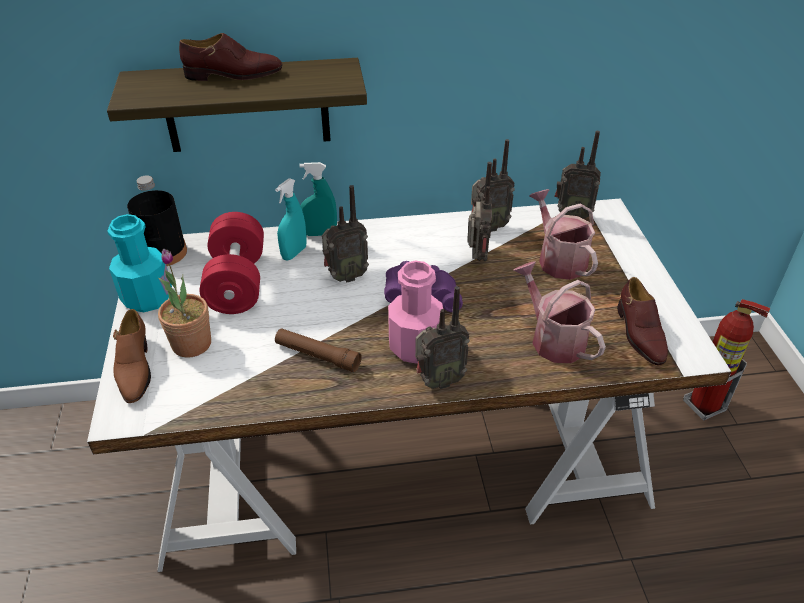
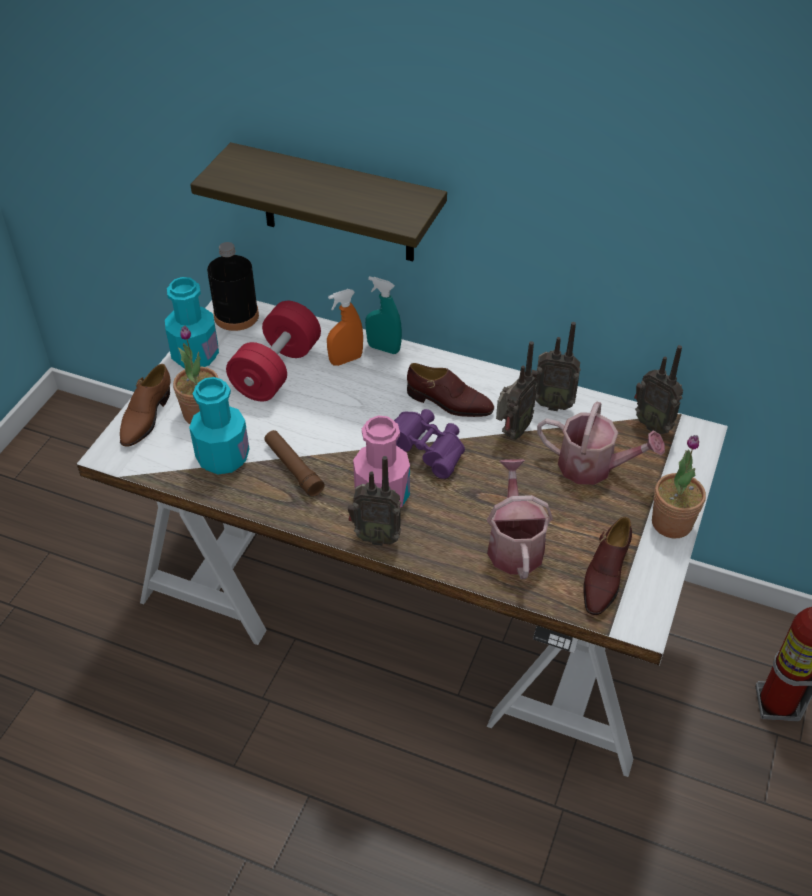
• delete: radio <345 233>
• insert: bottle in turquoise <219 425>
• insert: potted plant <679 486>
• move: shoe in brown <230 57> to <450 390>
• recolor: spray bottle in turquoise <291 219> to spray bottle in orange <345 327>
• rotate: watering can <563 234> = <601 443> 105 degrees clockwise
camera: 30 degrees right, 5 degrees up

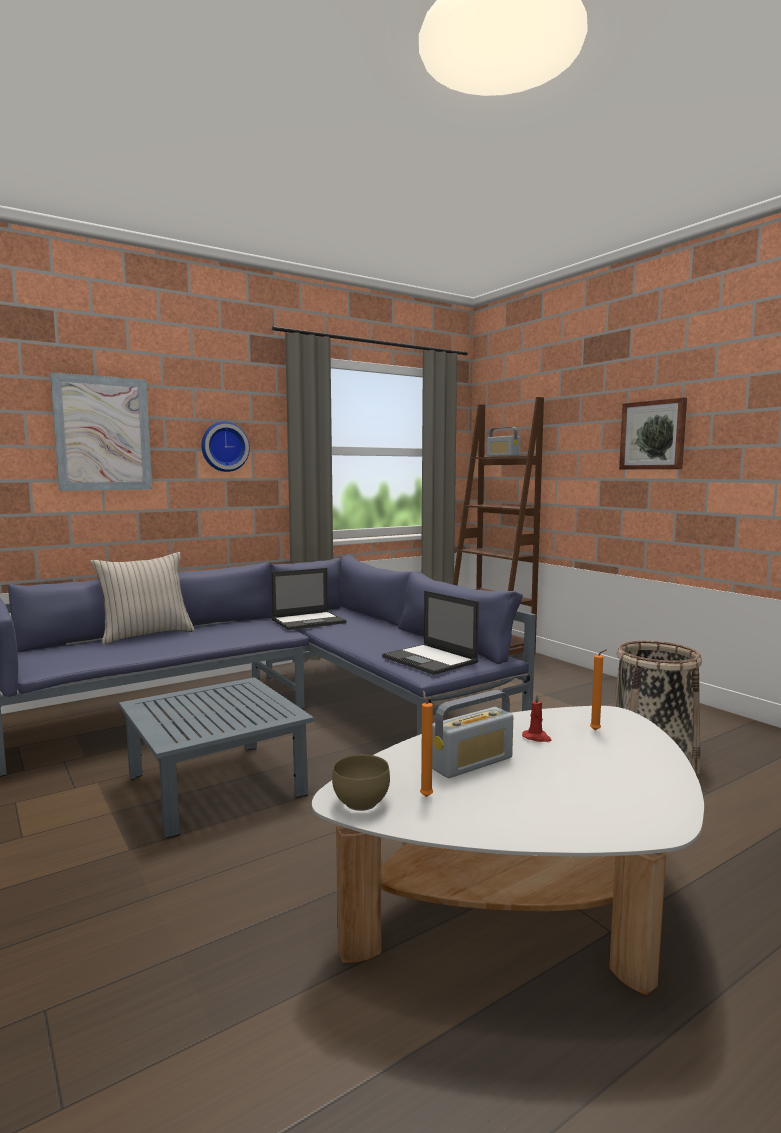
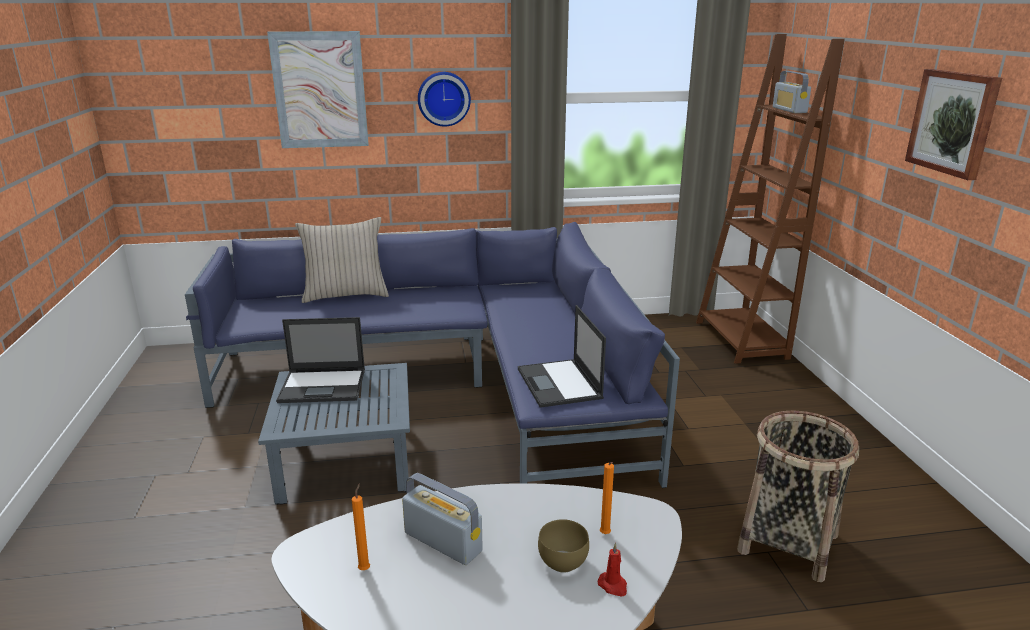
• move: laptop <309 599> to <320 360>
• move: bowl in brown <361 782> to <563 545>
• move: candle in red <536 717> to <612 569>
• rotate: radio <472 734> = <442 519> 135 degrees counterclockwise
camera: 25 degrees right, 15 degrees up

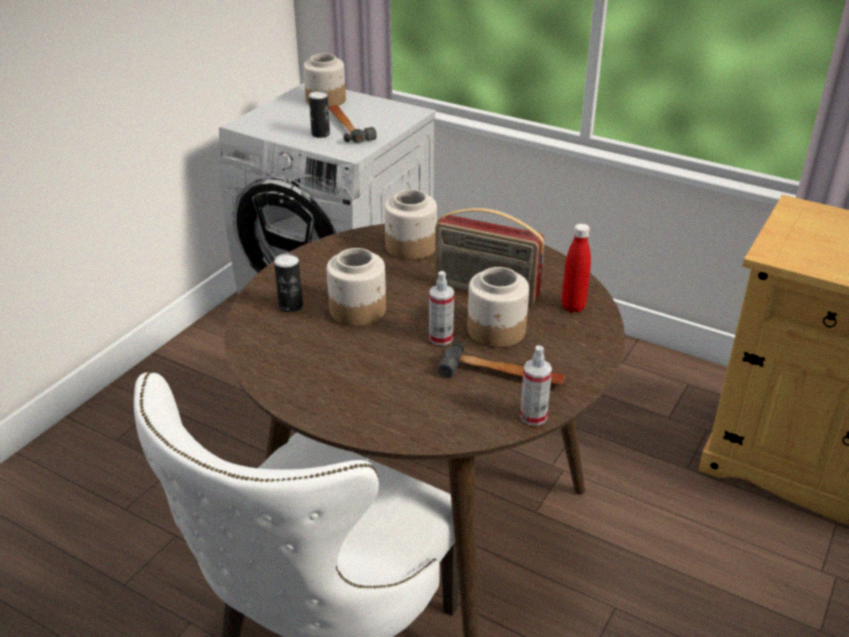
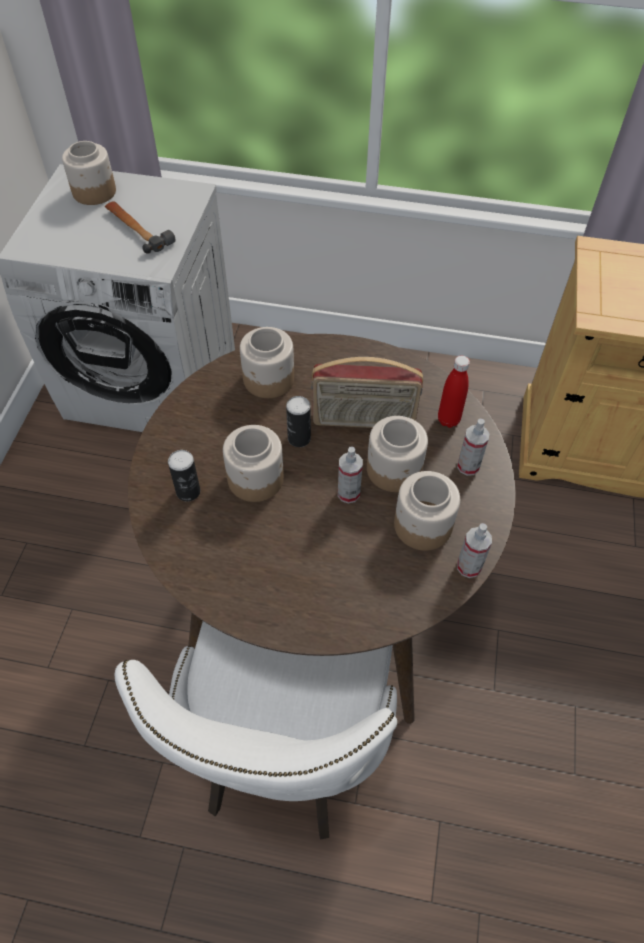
• insert: spray bottle <473 447>
• move: can <319 114> to <298 421>
• replace: hammer <501 364> to jar <427 511>
camera: 20 degrees left, 20 degrees up

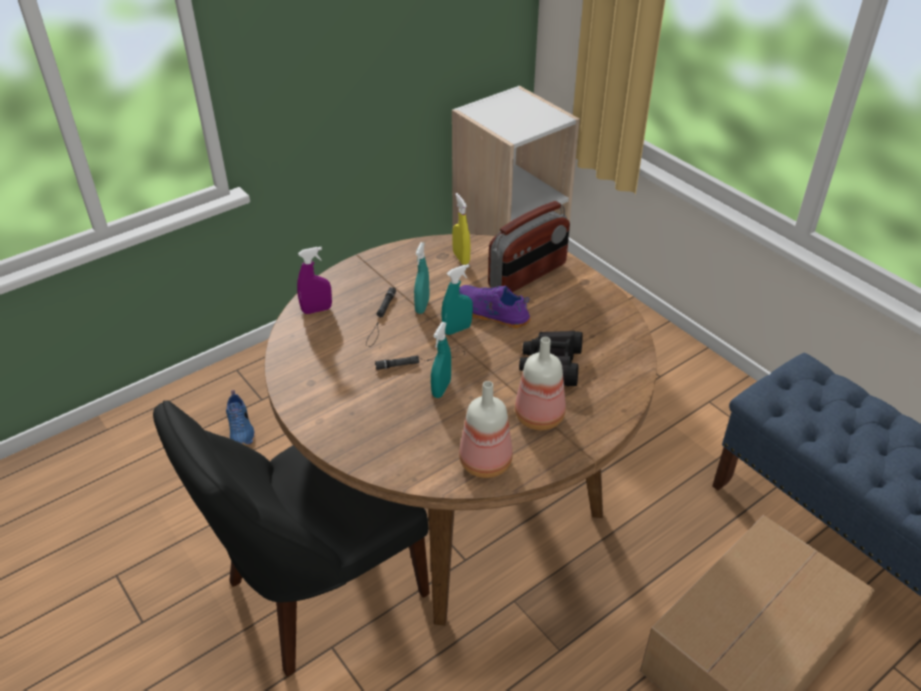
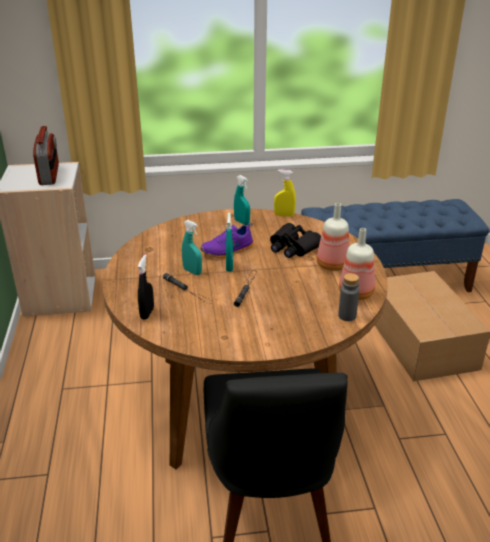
• delete: shoe in blue <240 418>
• insert: bottle in grey <348 297>
• move: spray bottle in turquoise <441 360> to <242 200>
• move: spray bottle in yellow <461 229> to <285 192>
• move: radio <529 246> to <46 155>
• recolor: spray bottle in purple <314 280> to spray bottle in black <146 287>
camera: 60 degrees left, 10 degrees down

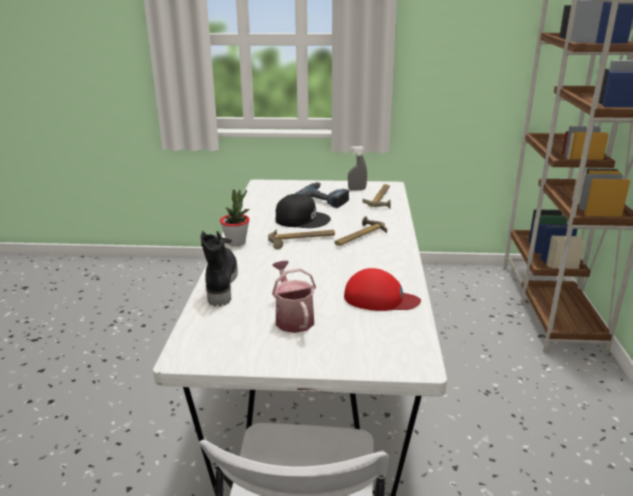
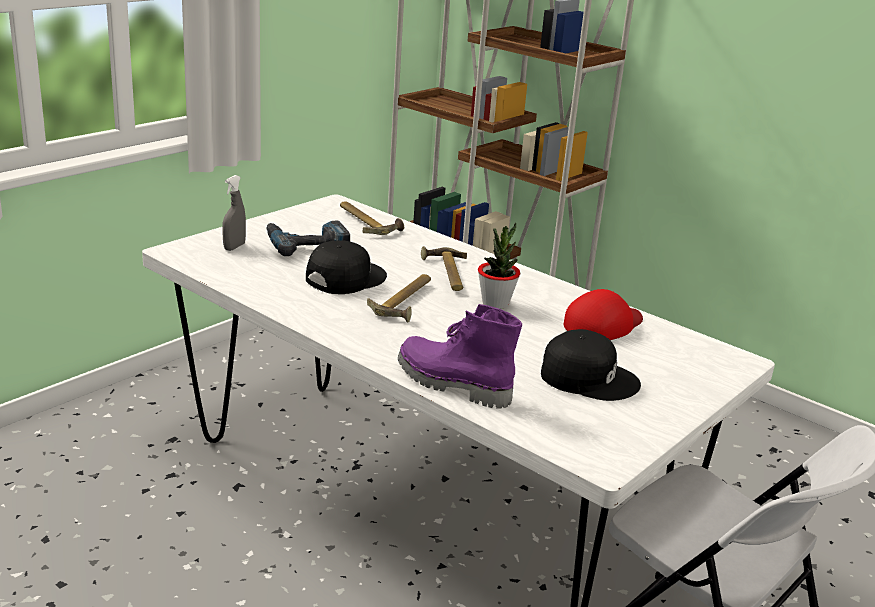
• move: potted plant <235 217> to <499 266>
• move: spray bottle in grey <357 168> to <234 213>
• replace: watering can <294 297> to cap in black <591 365>
• recolor: boot in black <219 268> to boot in purple <460 356>
camera: 55 degrees left, 0 degrees up

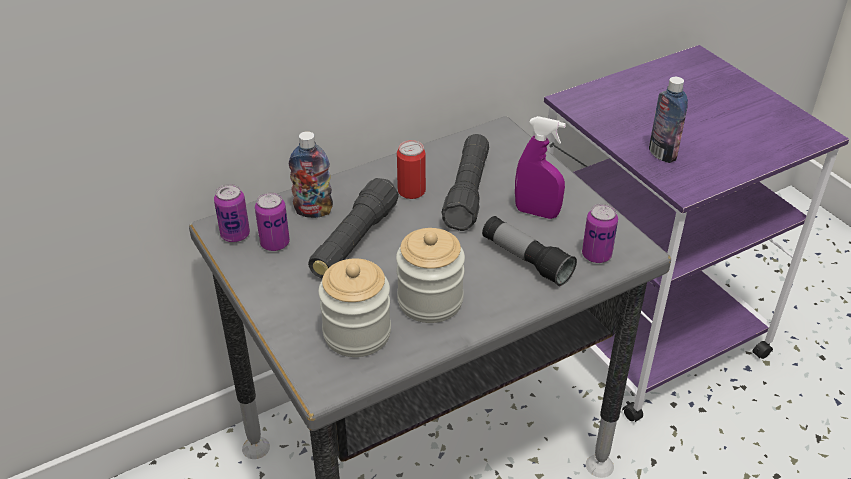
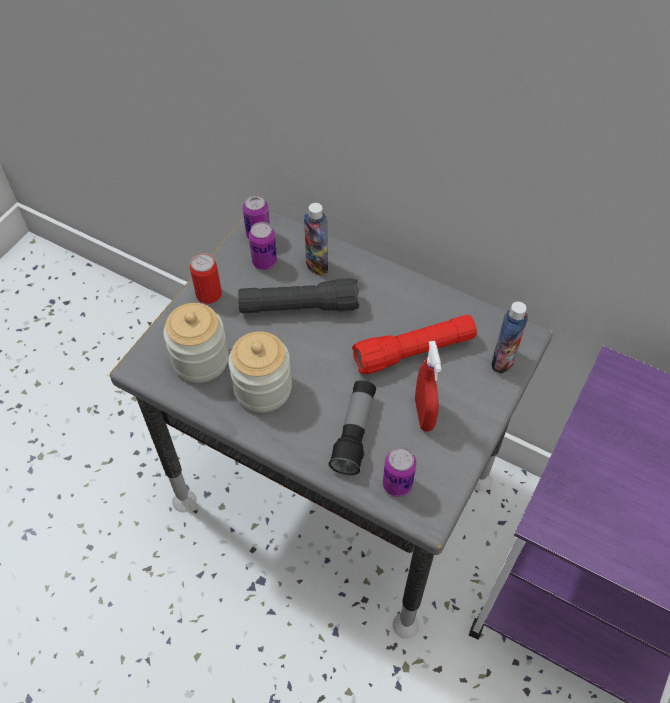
• move: can <411 169> to <205 278>
• move: bottle <668 120> to <510 338>
• recolor: flashlight in black <465 182> to flashlight in red <414 344>
• recolor: spray bottle in purple <540 167> to spray bottle in red <428 386>
camera: 60 degrees right, 15 degrees up

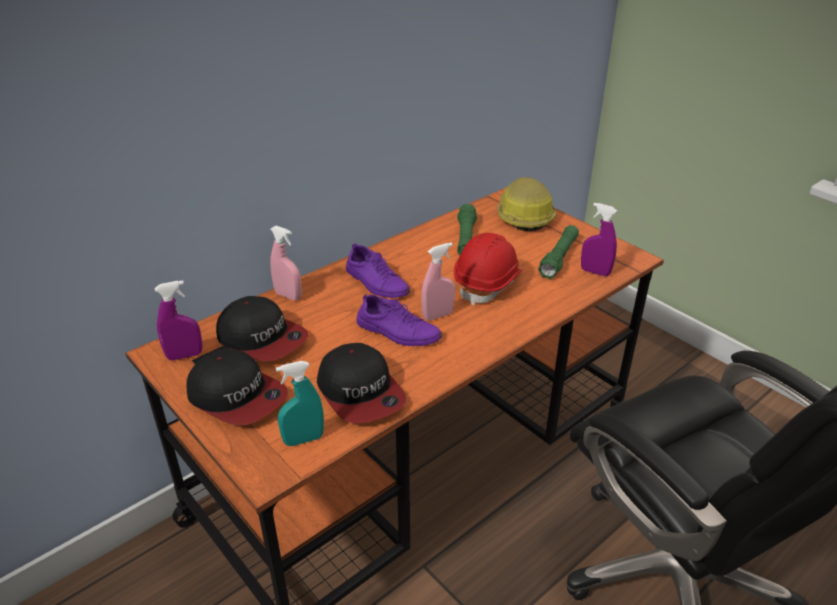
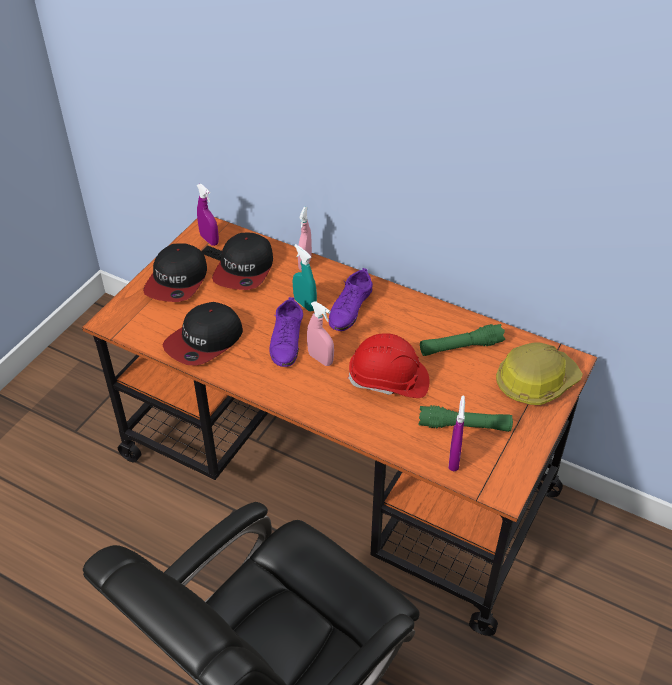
• move: spray bottle in turquoise <300 403> to <305 277>
camera: 70 degrees right, 10 degrees up

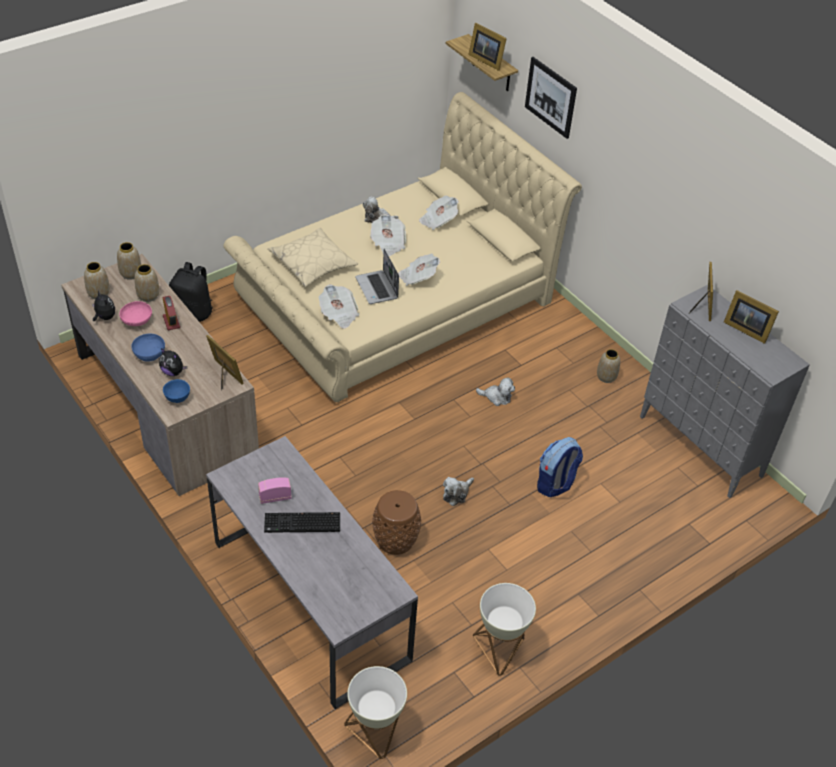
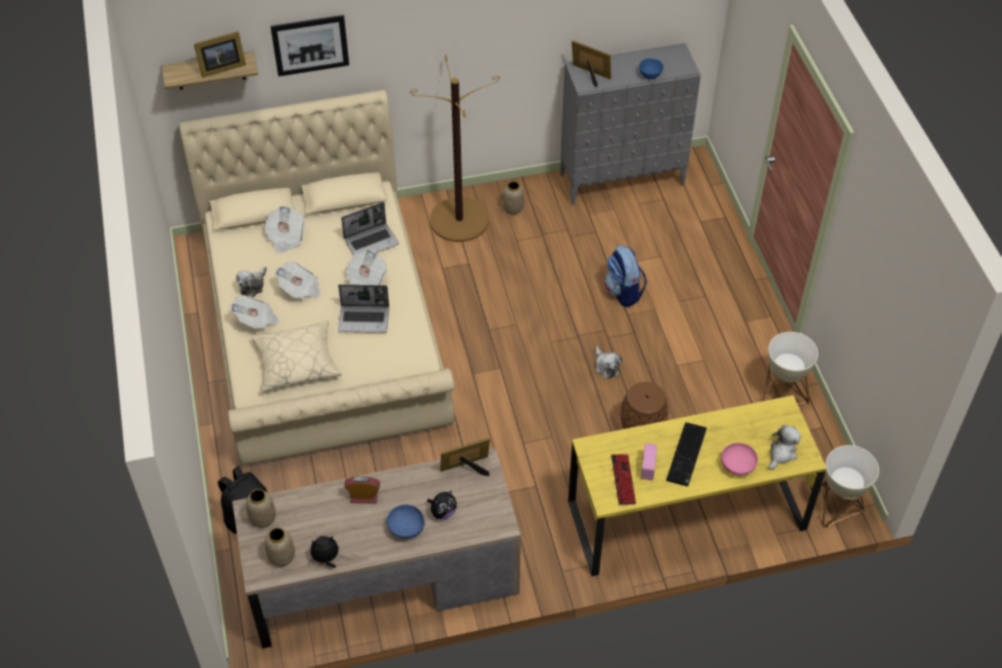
• delete: vase <147 283>
• delete: picture frame <751 317>
• insert: laptop <370 228>
• insert: clothes rack in brown <455 148>
• insert: keyboard <623 479>
• move: bowl in pink <135 313> to <739 459>
• move: bowl in blue <176 391> to <651 68>
• move: newspaper <339 306> to <255 312>
• move: plush toy <495 391> to <784 447>
• recolor: desk in grey <312 572> to desk in yellow <697 485>
camera: 65 degrees left, 5 degrees up

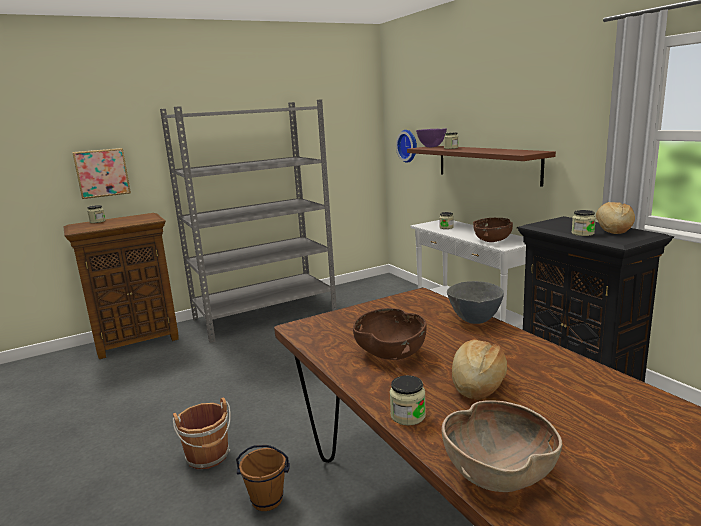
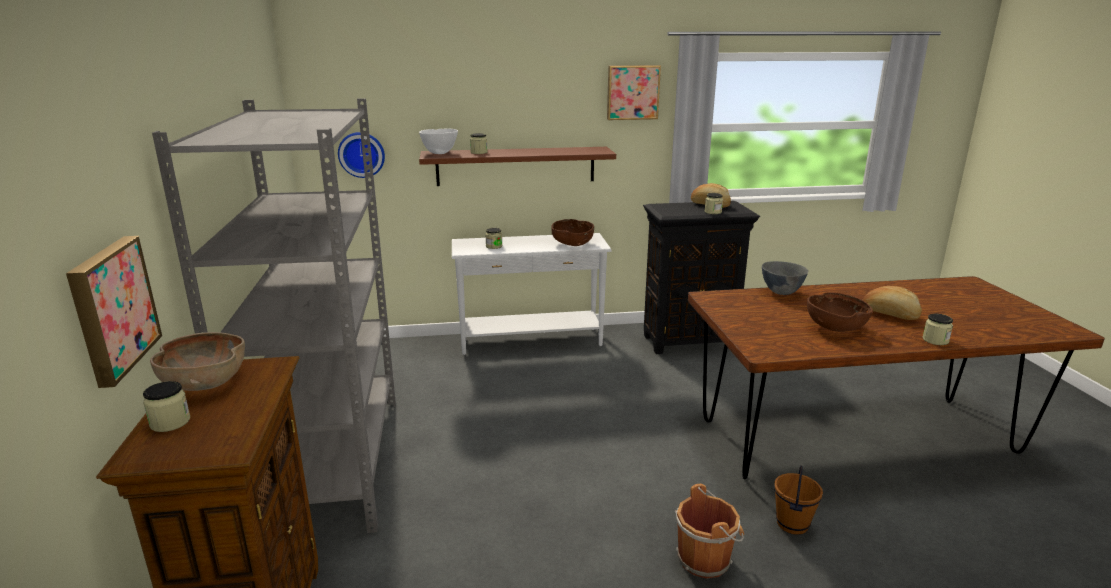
• insert: picture <634 92>
• move: bowl in brown <502 446> to <197 361>
• recolor: bowl in purple <431 138> to bowl in white <438 141>
camera: 70 degrees left, 5 degrees up

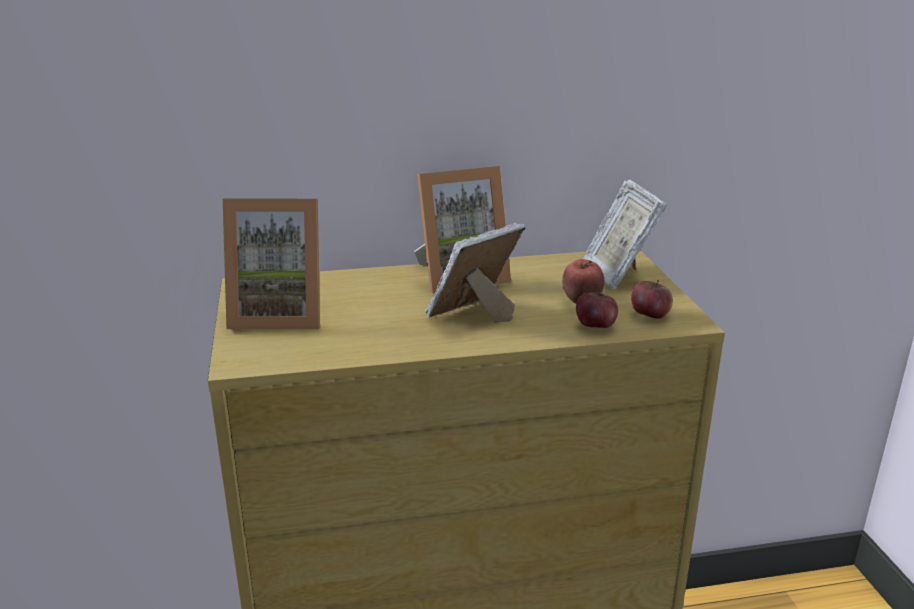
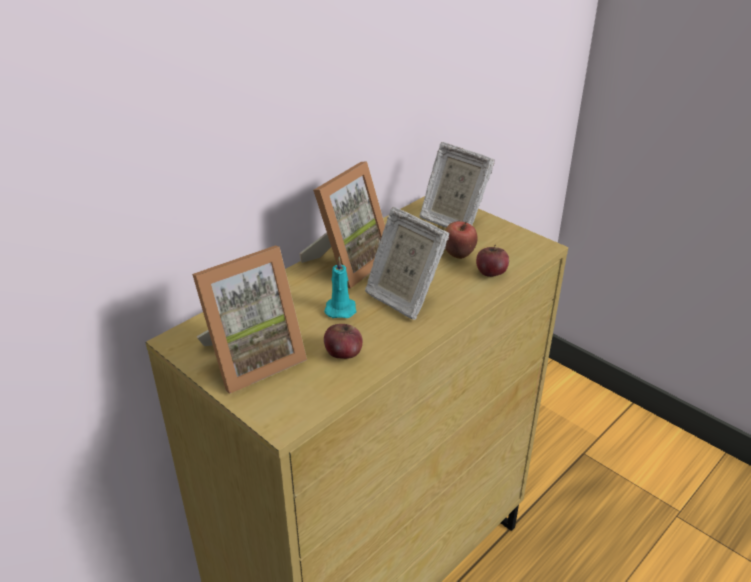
• insert: candle in turquoise <340 287>
• move: apple <652 299> to <343 341>
• rotate: picture frame <475 273> = <407 263> 60 degrees counterclockwise
camera: 35 degrees left, 10 degrees up

